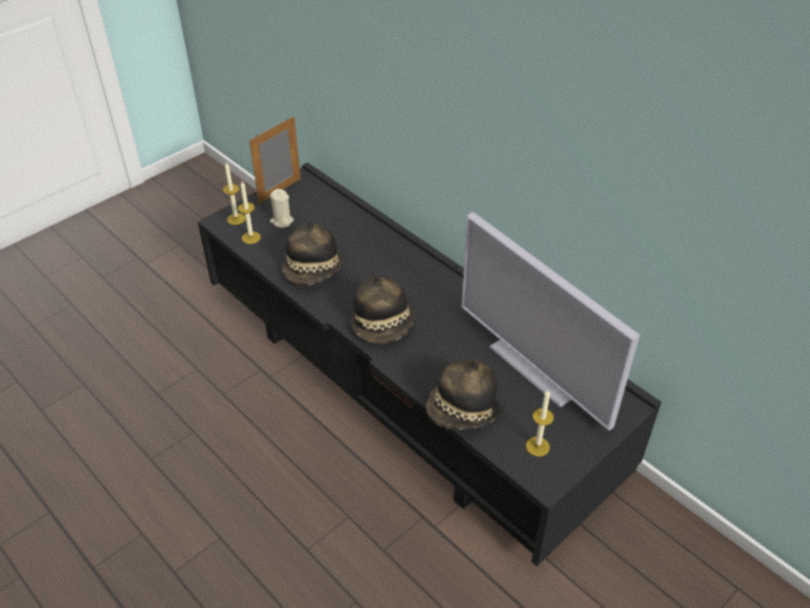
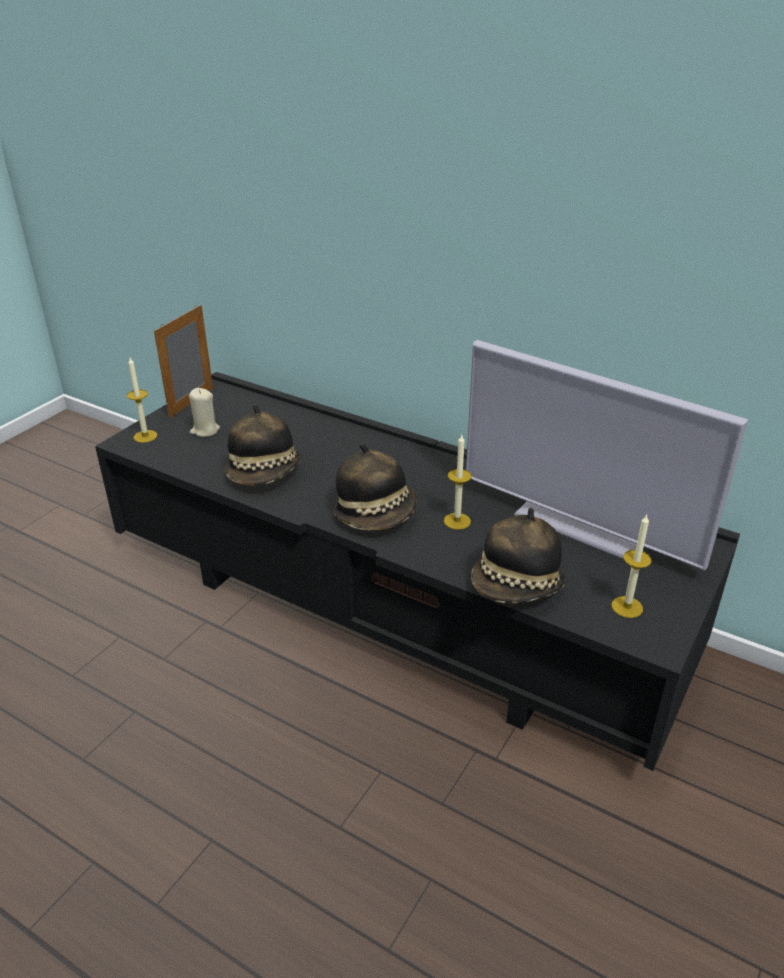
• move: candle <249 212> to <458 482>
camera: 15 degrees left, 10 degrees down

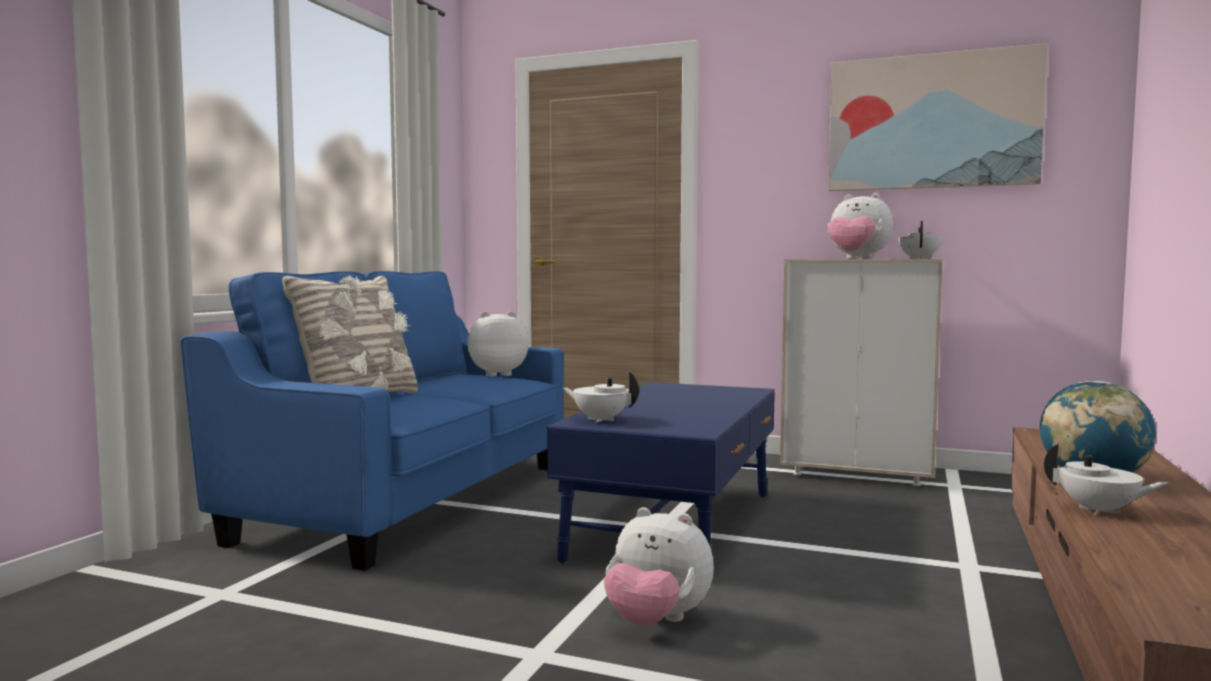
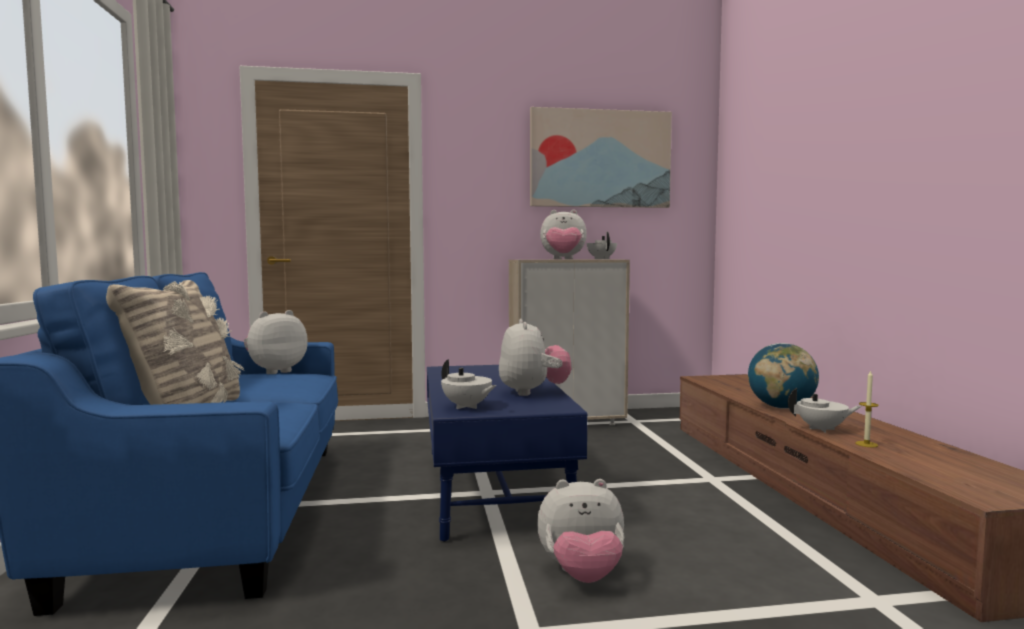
• insert: plush toy <535 357>
• insert: candle <867 408>
• rotate: teapot in white <601 397> = <469 384> 135 degrees counterclockwise
camera: 30 degrees left, 0 degrees up

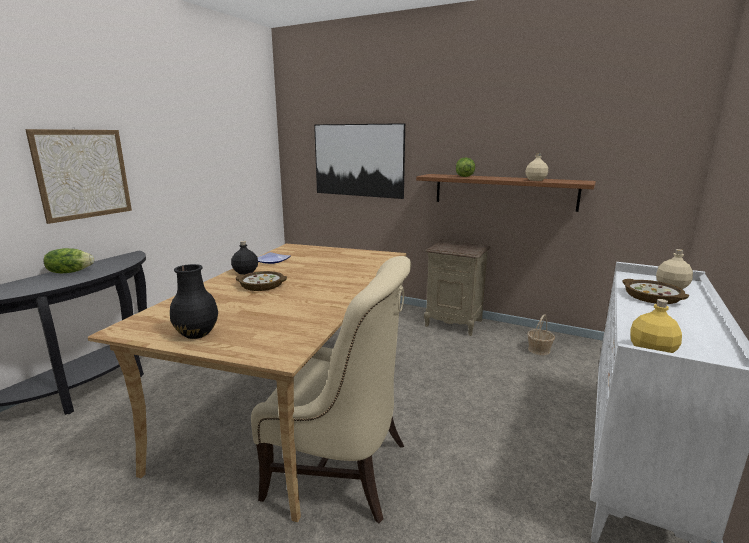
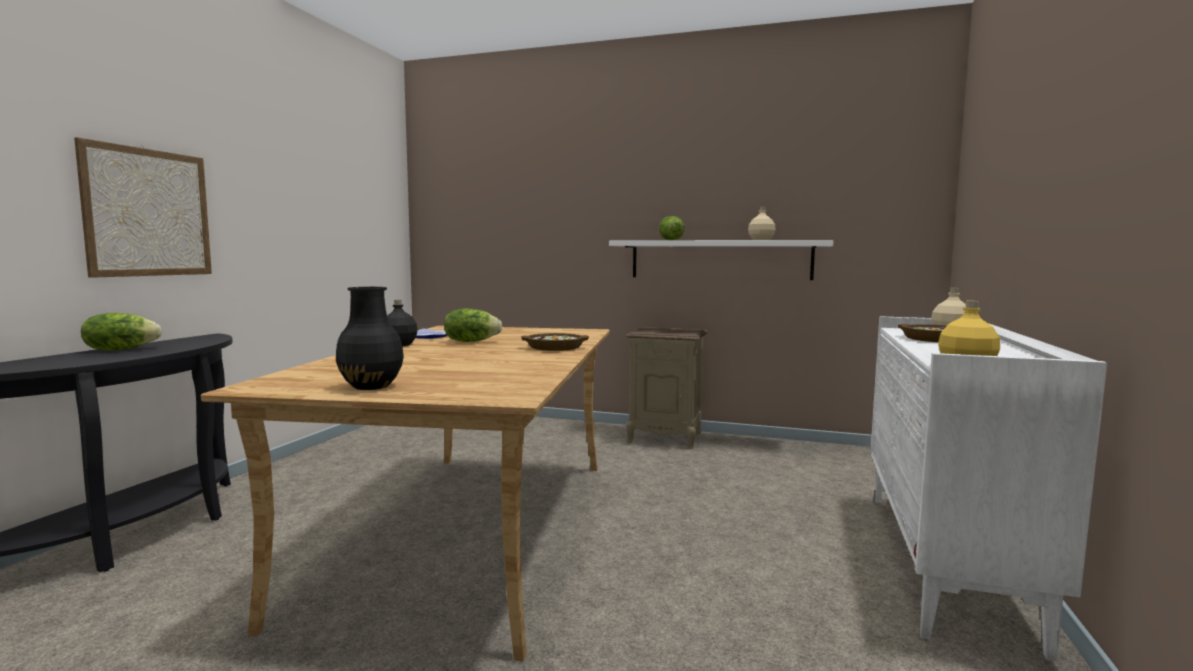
• delete: chair in beige <331 390>
• delete: picture <359 161>
• delete: basket <541 334>
• insert: lettuce <473 325>
• move: bowl <261 281> to <555 342>
• recolor: shelf in brown <506 193> to shelf in white <721 260>
camera: 10 degrees left, 10 degrees down

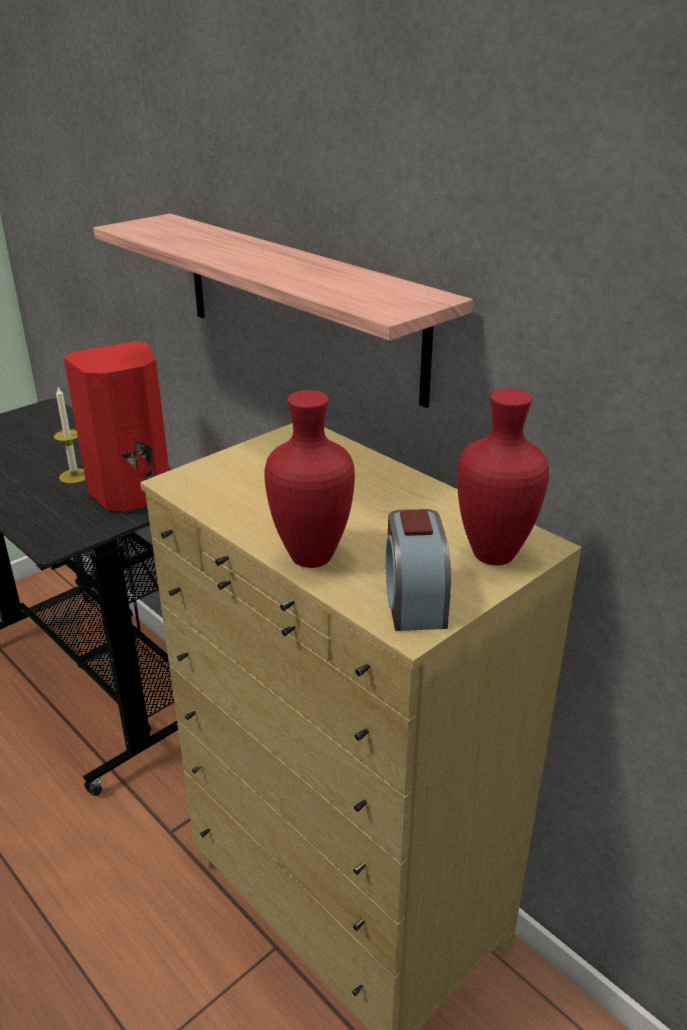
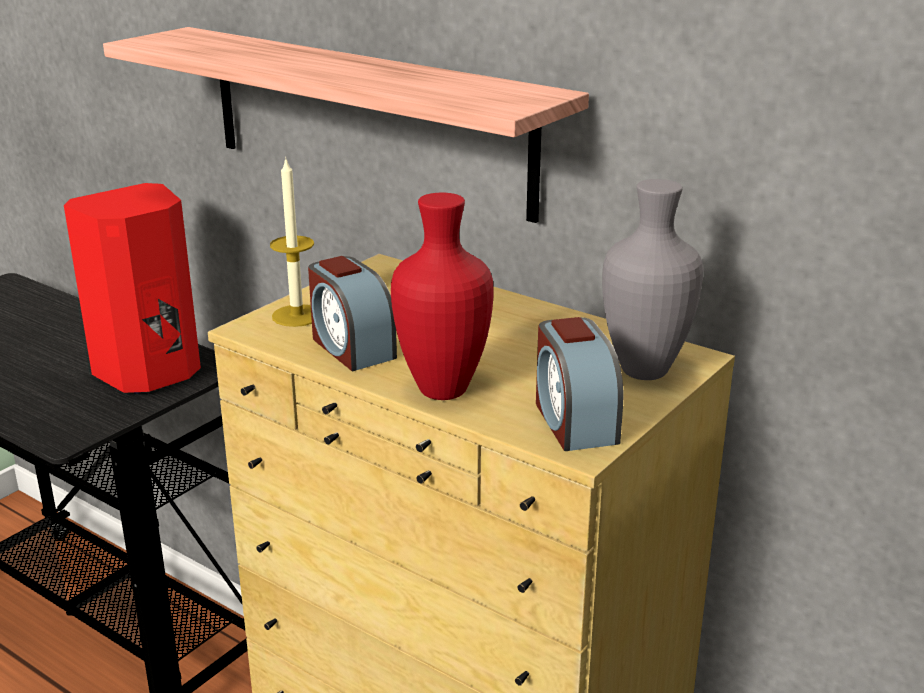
• insert: alarm clock <352 313>
• move: candle <69 435> to <292 243>
• recolor: vase in red <503 476> to vase in grey <653 279>
camera: 10 degrees left, 5 degrees down

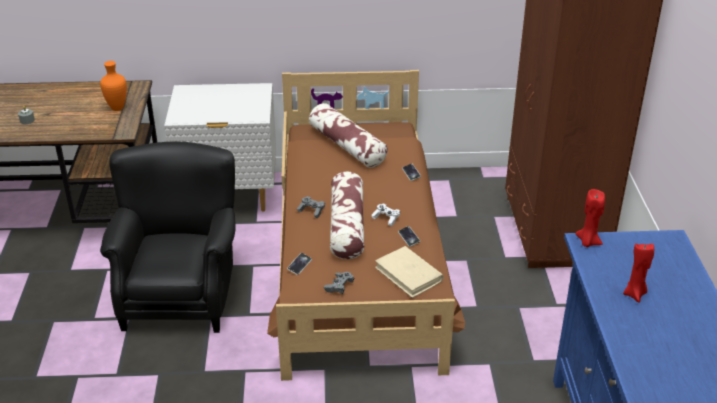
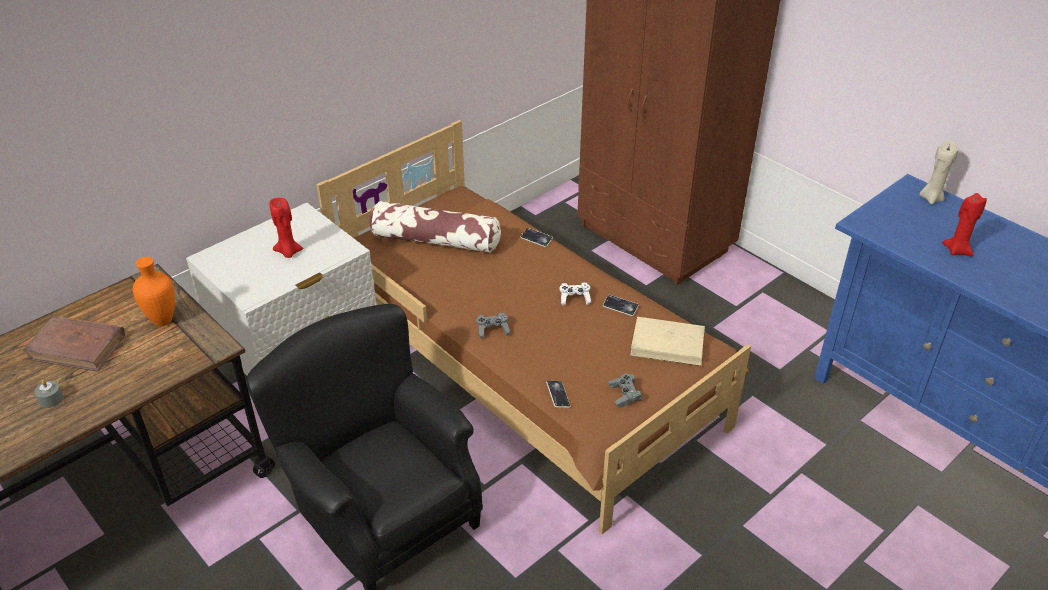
• delete: pillow <347 215>
• insert: book in brown <74 344>
• insert: candle in beige <939 173>
• move: candle in red <590 218> to <286 228>
camera: 40 degrees left, 5 degrees up

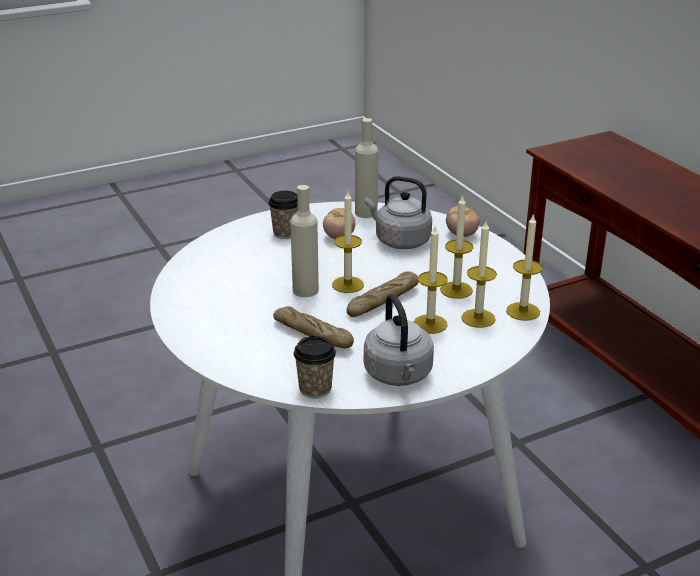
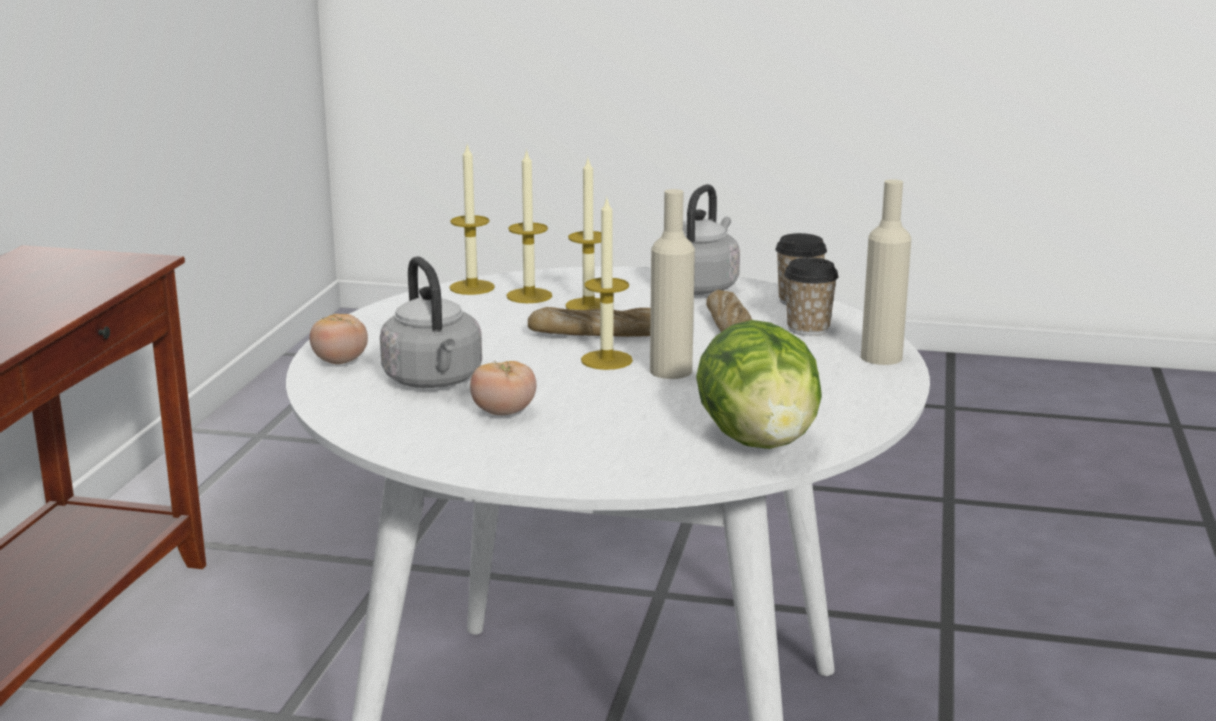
• delete: candle <456 246>
• insert: lettuce <759 384>
• move: cup <283 215> to <811 297>
• move: bottle in beige <366 168> to <886 272>
camera: 140 degrees left, 10 degrees down

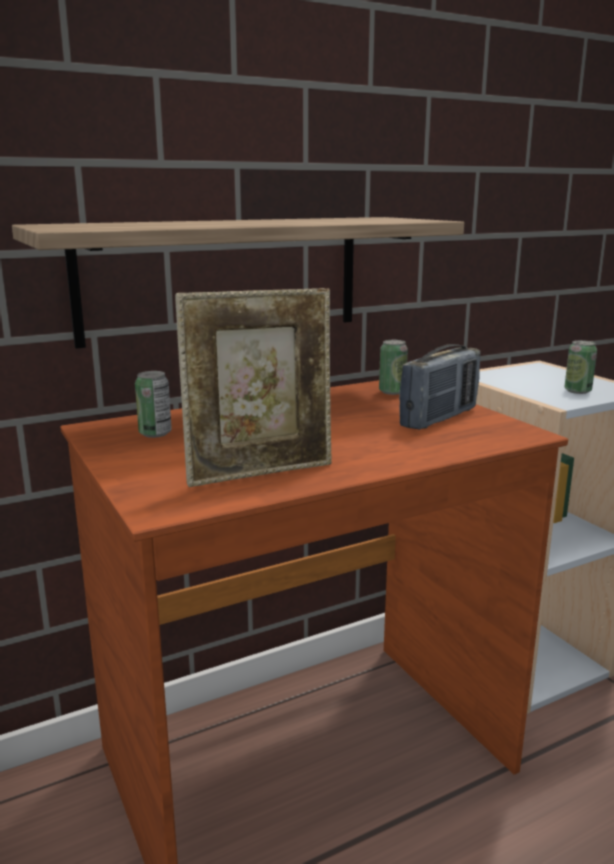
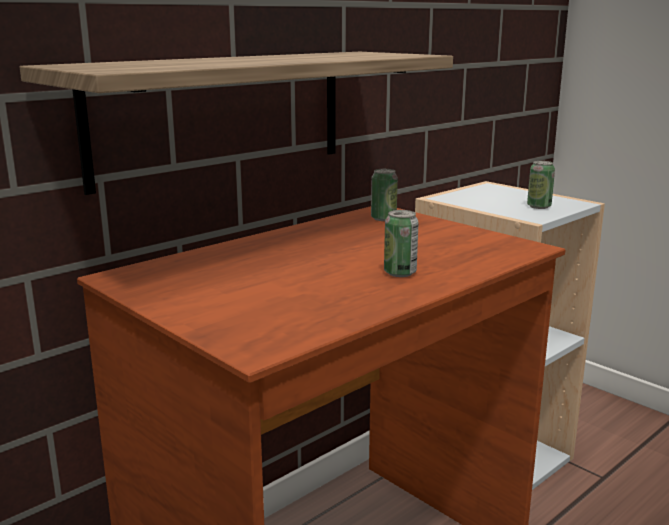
• delete: picture frame <253 387>
• delete: radio <439 387>
• move: can <153 404> to <401 243>
camera: 15 degrees left, 0 degrees up

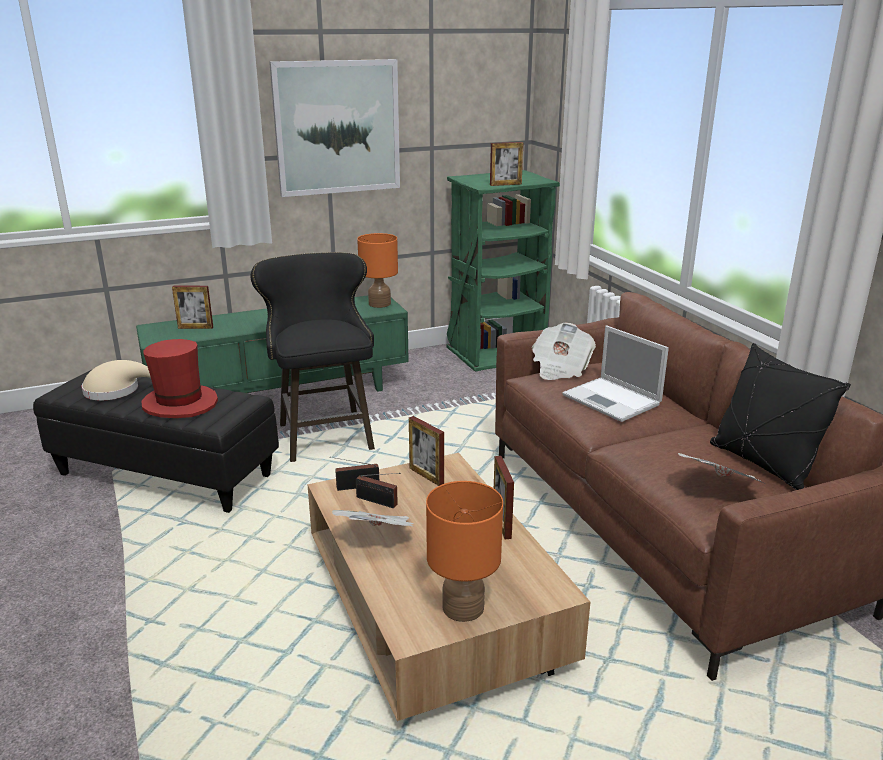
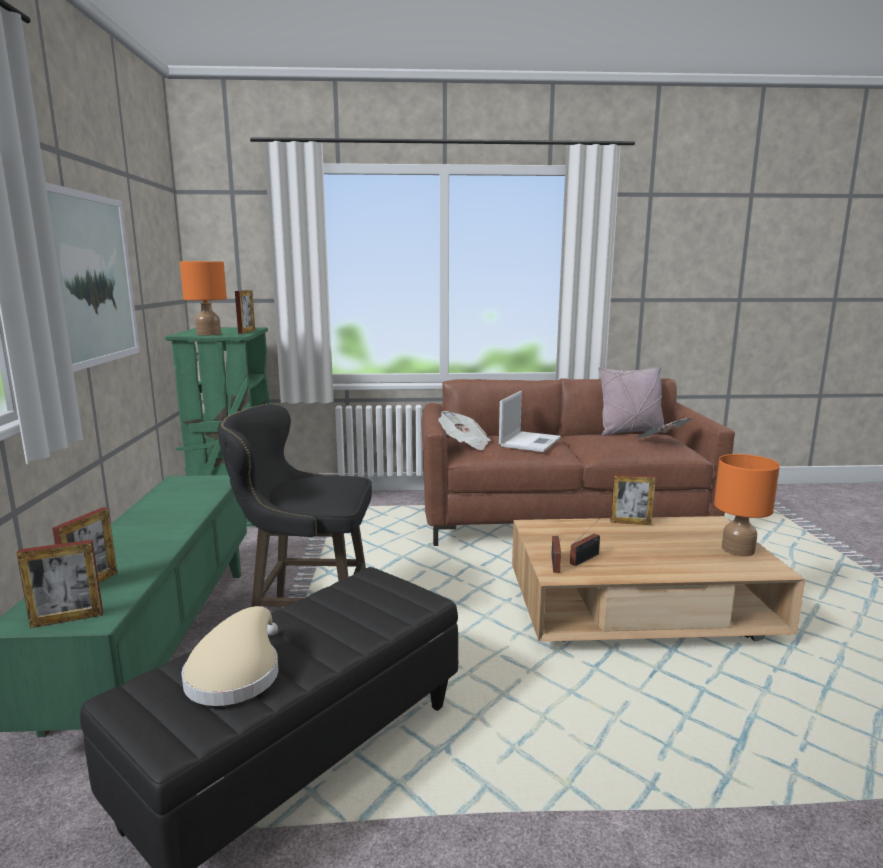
• delete: hat in red <179 378>
• delete: newspaper <373 518>
• move: table lamp in orange <377 270> to <203 298>
• move: picture frame <426 451> to <60 583>
• recolor: pillow in black <780 416> to pillow in purple <631 401>
• rotate: laptop <615 374> = <530 421> 45 degrees counterclockwise
camera: 70 degrees left, 10 degrees down

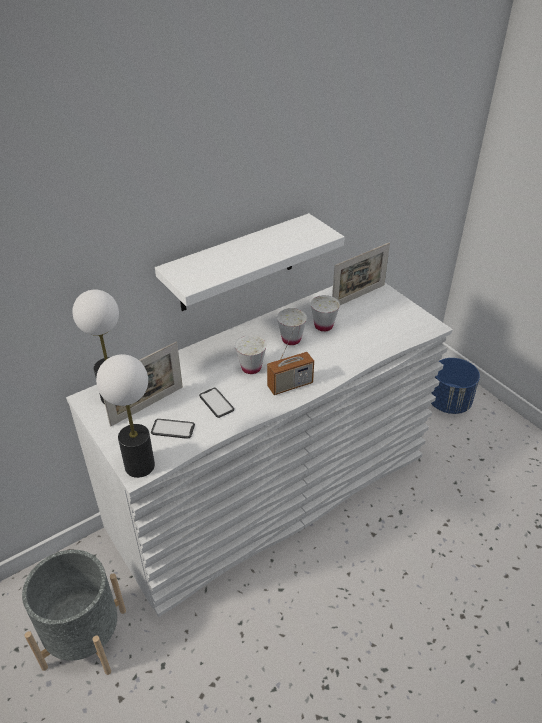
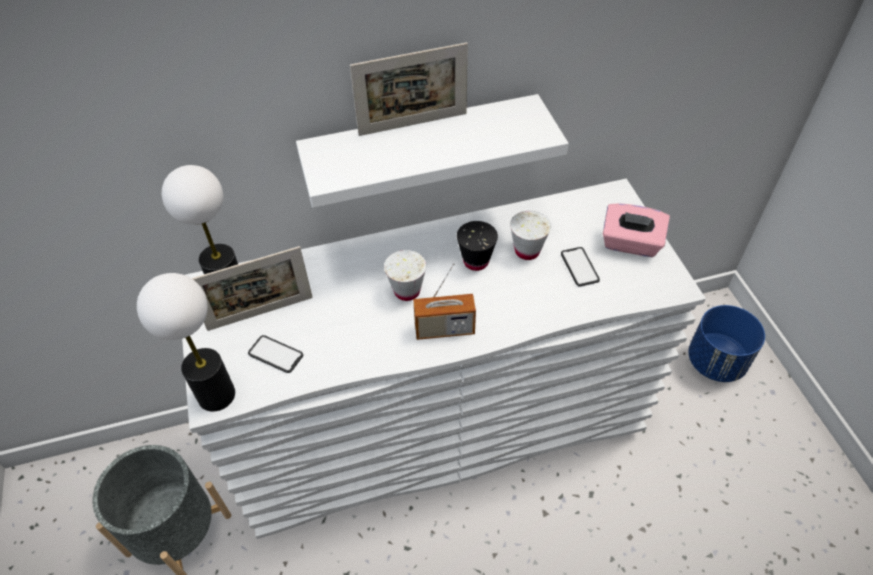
• insert: tissue box in pink <636 230>
• move: phone <216 403> to <580 266>
• move: picture frame <361 273> to <409 89>
• recolor: cup in white <292 326> to cup in black <477 246>
camera: 20 degrees right, 10 degrees up

